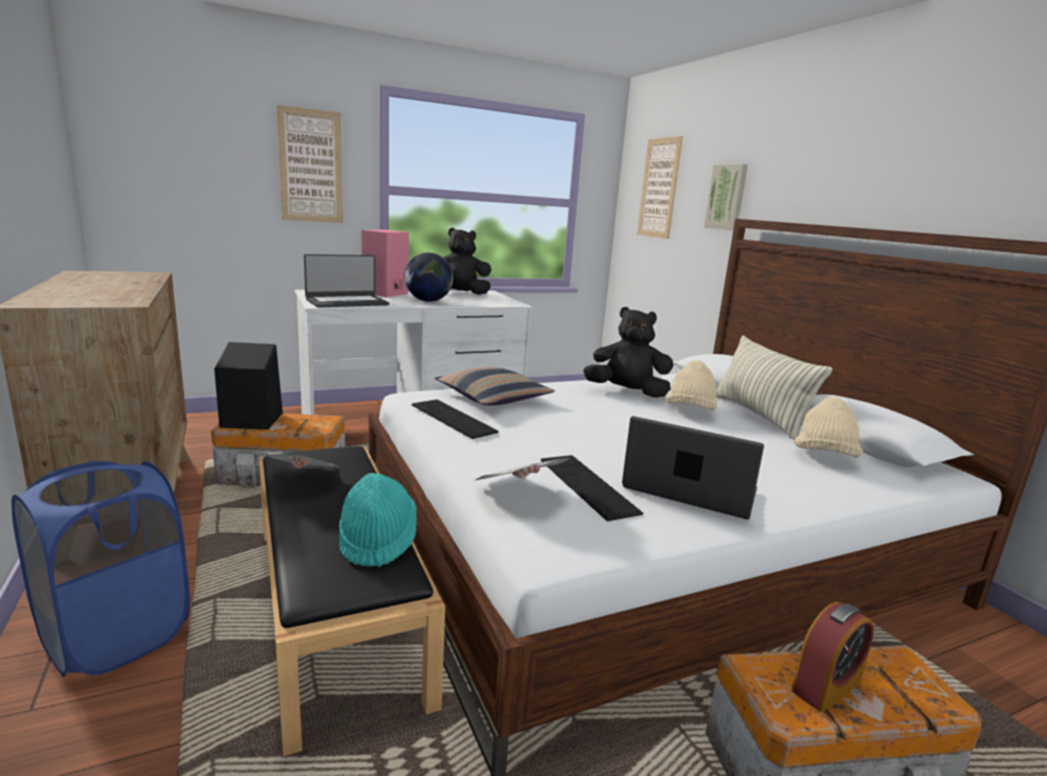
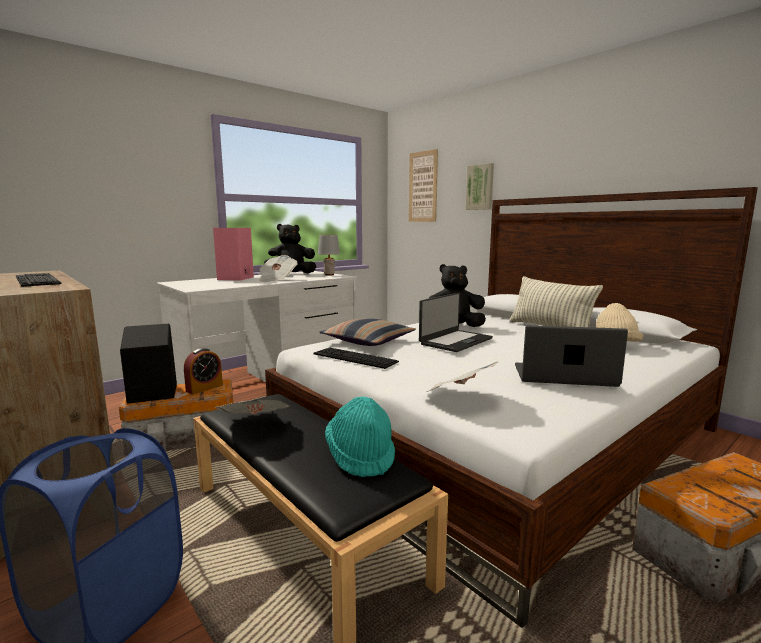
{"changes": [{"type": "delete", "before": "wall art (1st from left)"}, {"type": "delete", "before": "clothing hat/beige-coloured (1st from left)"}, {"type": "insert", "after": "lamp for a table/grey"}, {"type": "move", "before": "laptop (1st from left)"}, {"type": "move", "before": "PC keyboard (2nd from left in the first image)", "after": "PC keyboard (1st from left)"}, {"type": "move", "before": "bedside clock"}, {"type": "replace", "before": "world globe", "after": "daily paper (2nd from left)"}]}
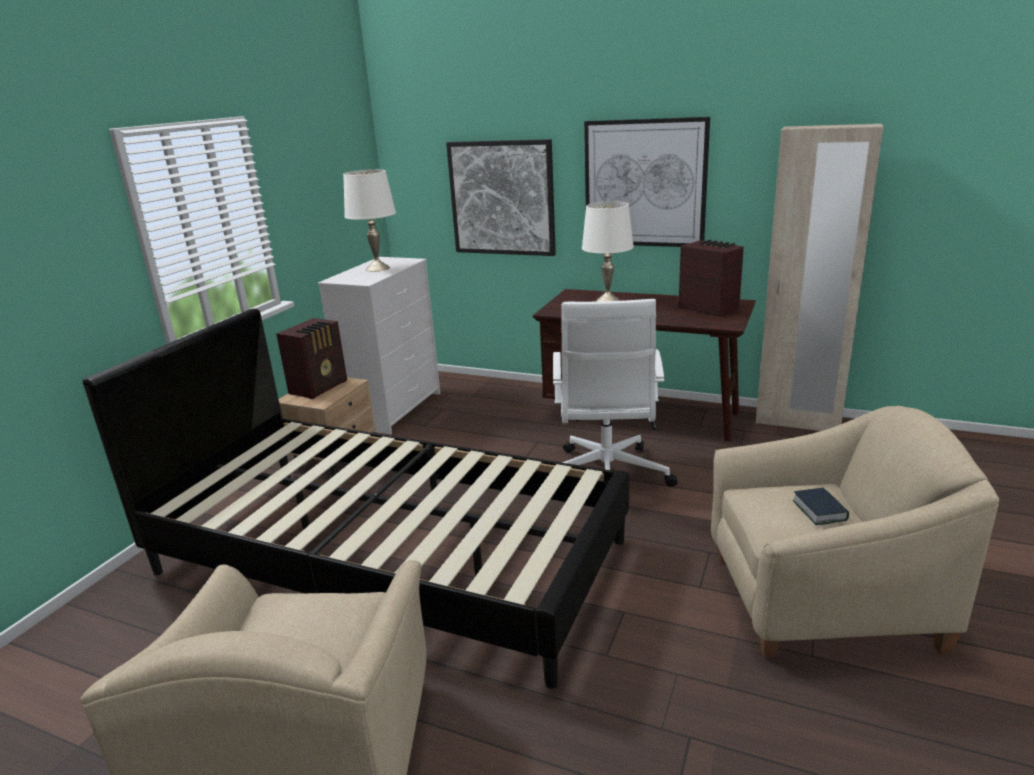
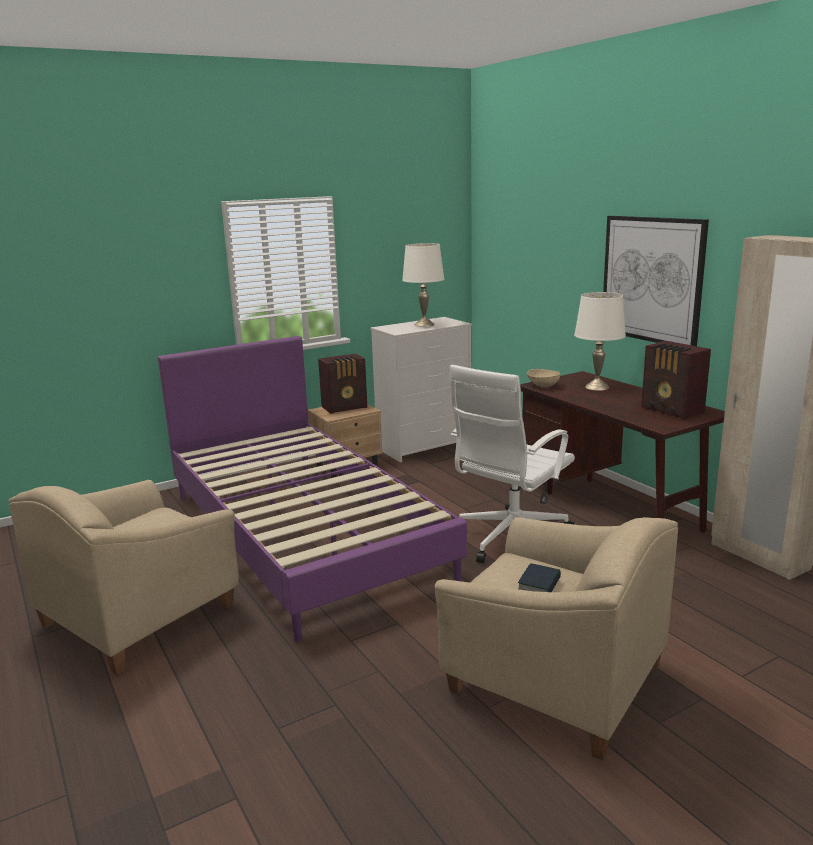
{"changes": [{"type": "delete", "before": "wall art (1st from left)"}, {"type": "insert", "after": "deep dish/beige-coloured"}, {"type": "recolor", "before": "bed/black-coloured", "after": "bed/purplish"}, {"type": "rotate", "before": "radio set (2nd from left)", "turn": 150}]}
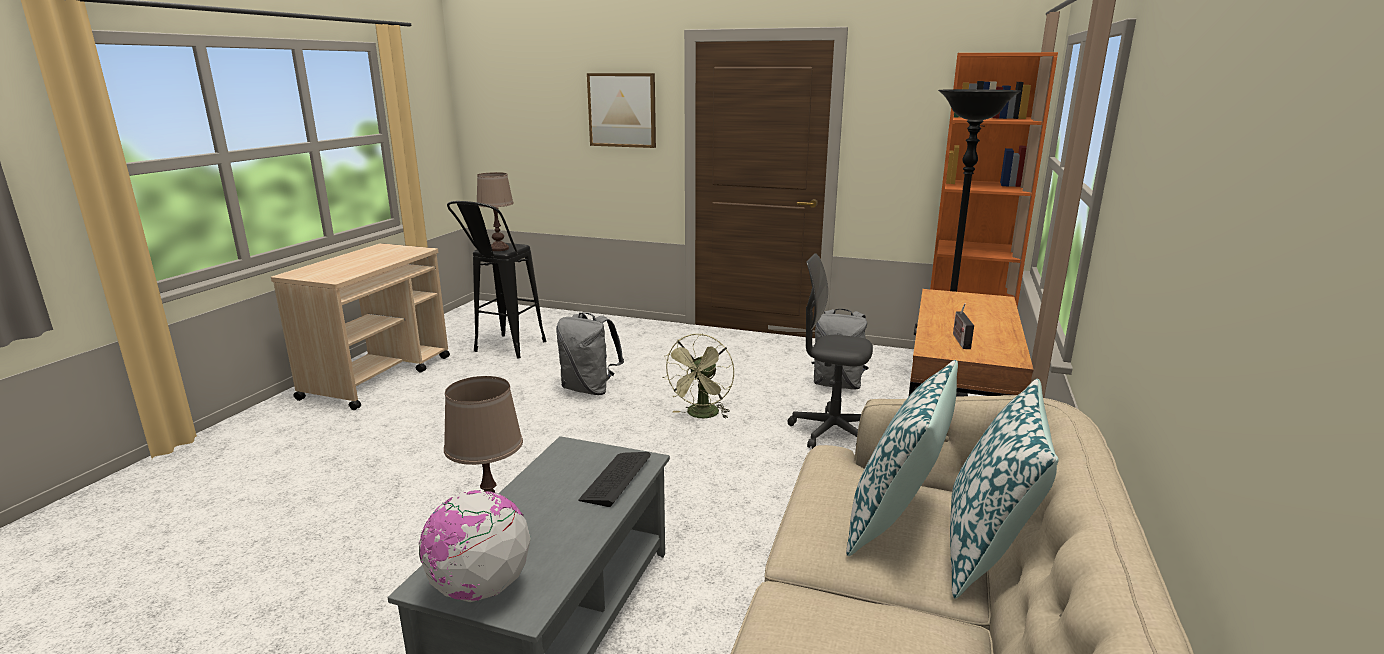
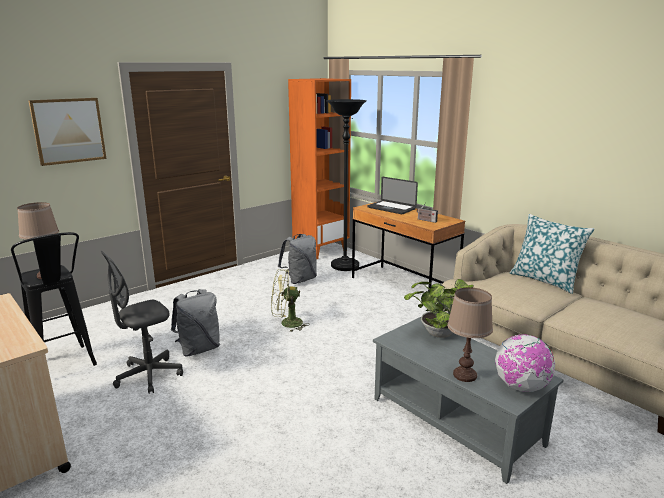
{"changes": [{"type": "delete", "before": "throw pillow (1st from left)"}, {"type": "insert", "after": "laptop"}, {"type": "move", "before": "office chair/grey"}, {"type": "replace", "before": "PC keyboard", "after": "potted plant"}, {"type": "rotate", "before": "cooling fan/green", "turn": 120}]}
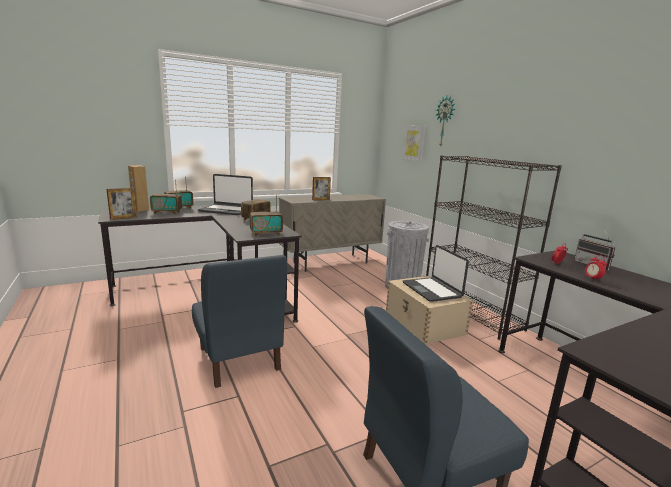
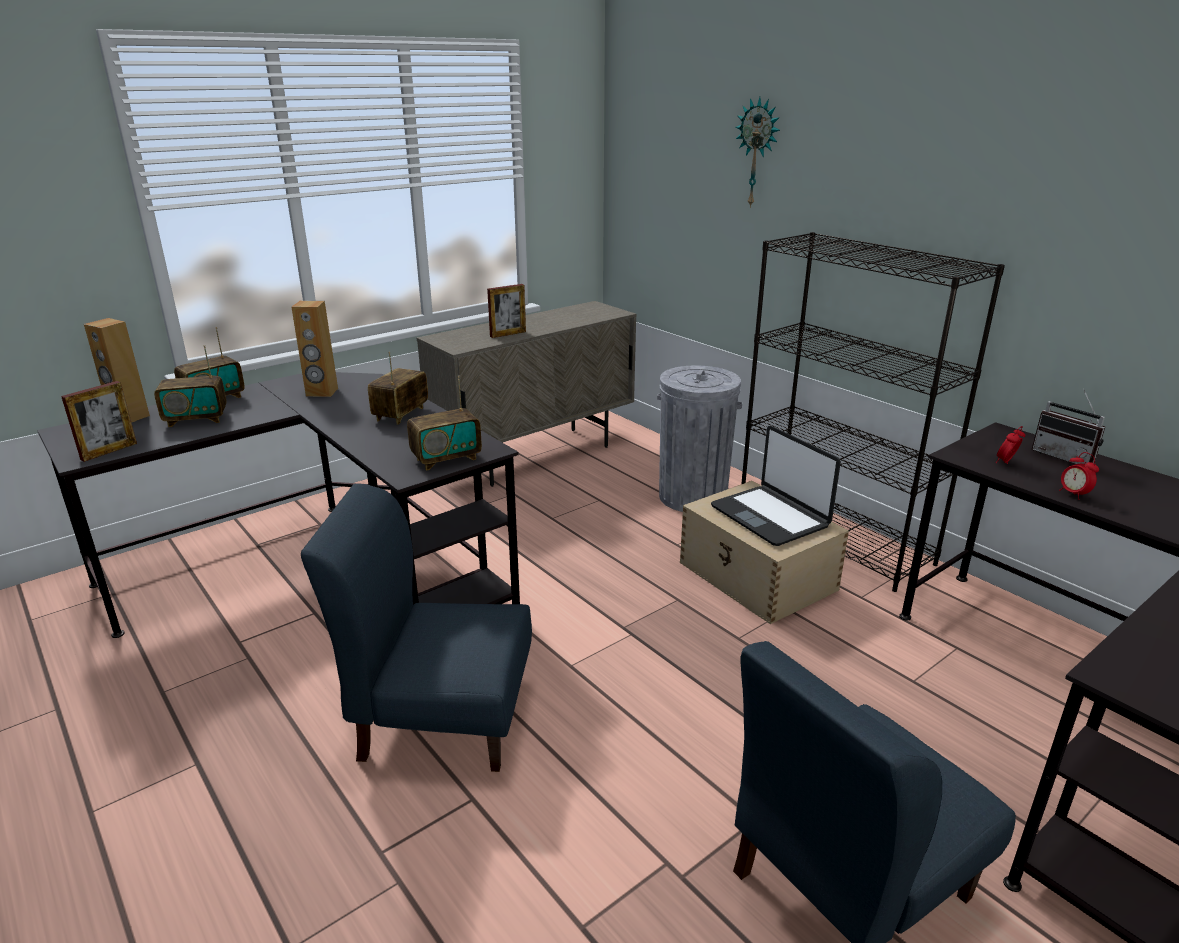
{"changes": [{"type": "delete", "before": "wall art"}, {"type": "replace", "before": "laptop (1st from left)", "after": "loudspeaker/brown (2nd from left)"}, {"type": "rotate", "before": "chair/blue (1st from left)", "turn": 135}]}
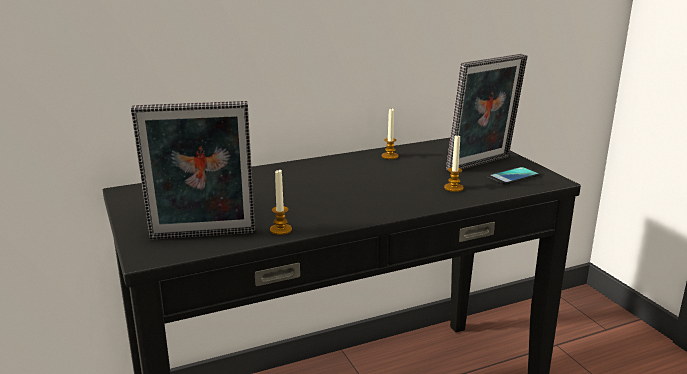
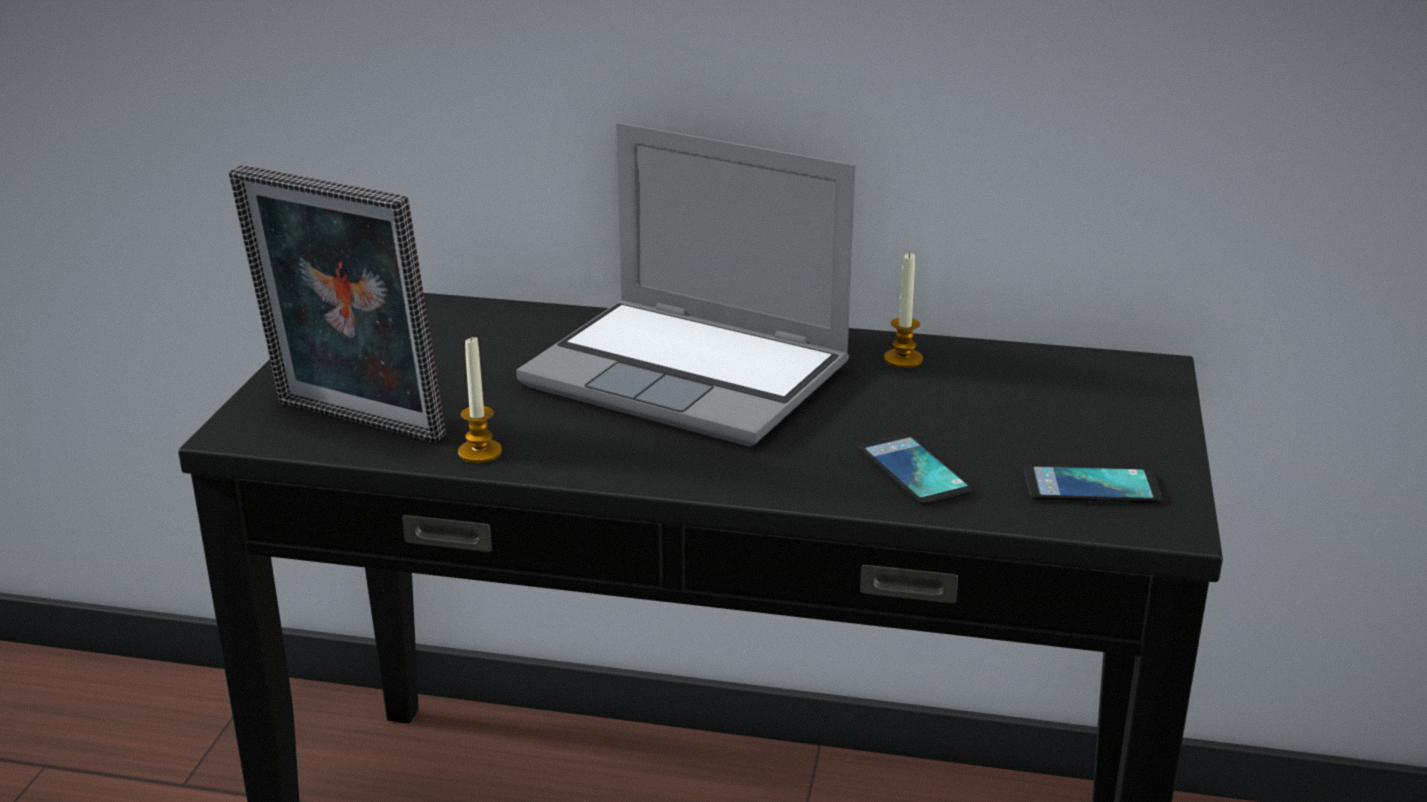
{"changes": [{"type": "delete", "before": "picture frame (2nd from left)"}, {"type": "insert", "after": "laptop"}, {"type": "replace", "before": "wax light (3rd from left)", "after": "phone (1st from left)"}]}
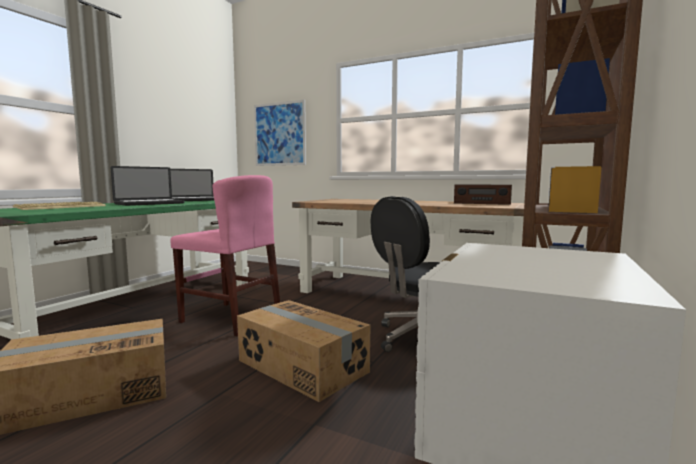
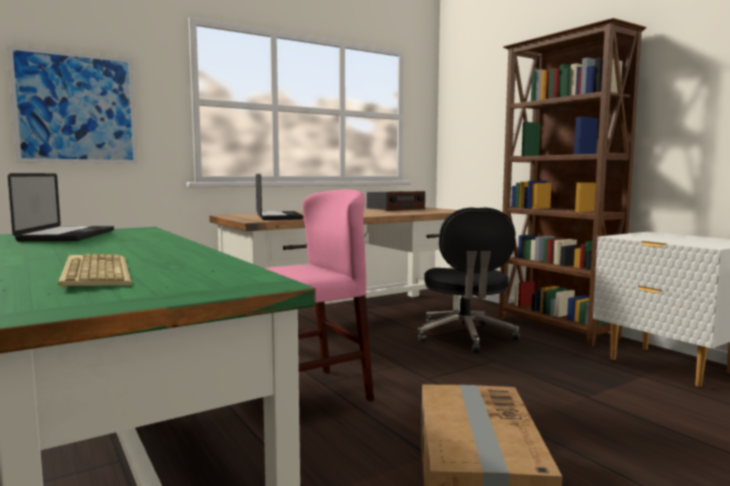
{"changes": [{"type": "delete", "before": "carton (2nd from left)"}, {"type": "move", "before": "laptop (1st from left in the first image)", "after": "laptop (2nd from left)"}]}
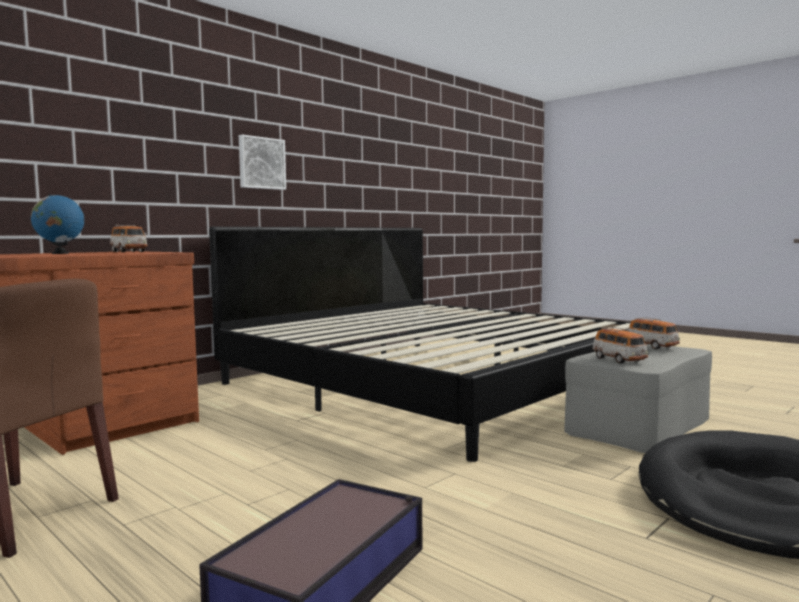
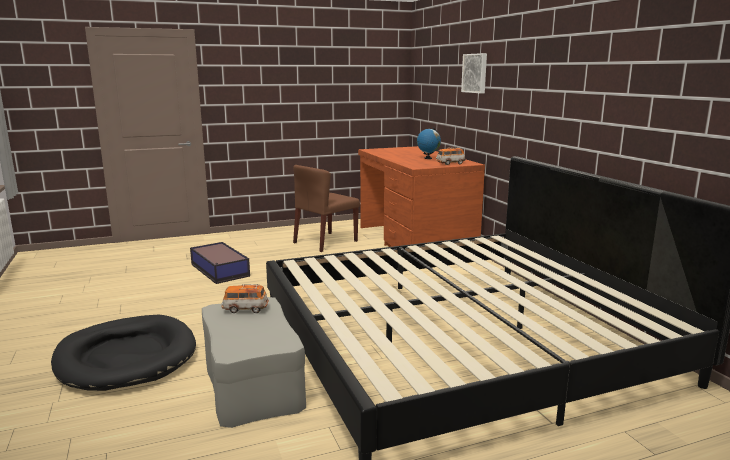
{"changes": [{"type": "delete", "before": "toy car (3rd from left)"}, {"type": "move", "before": "wall art"}]}
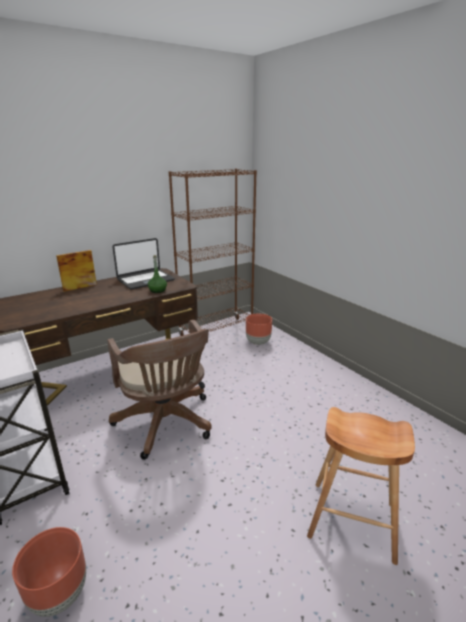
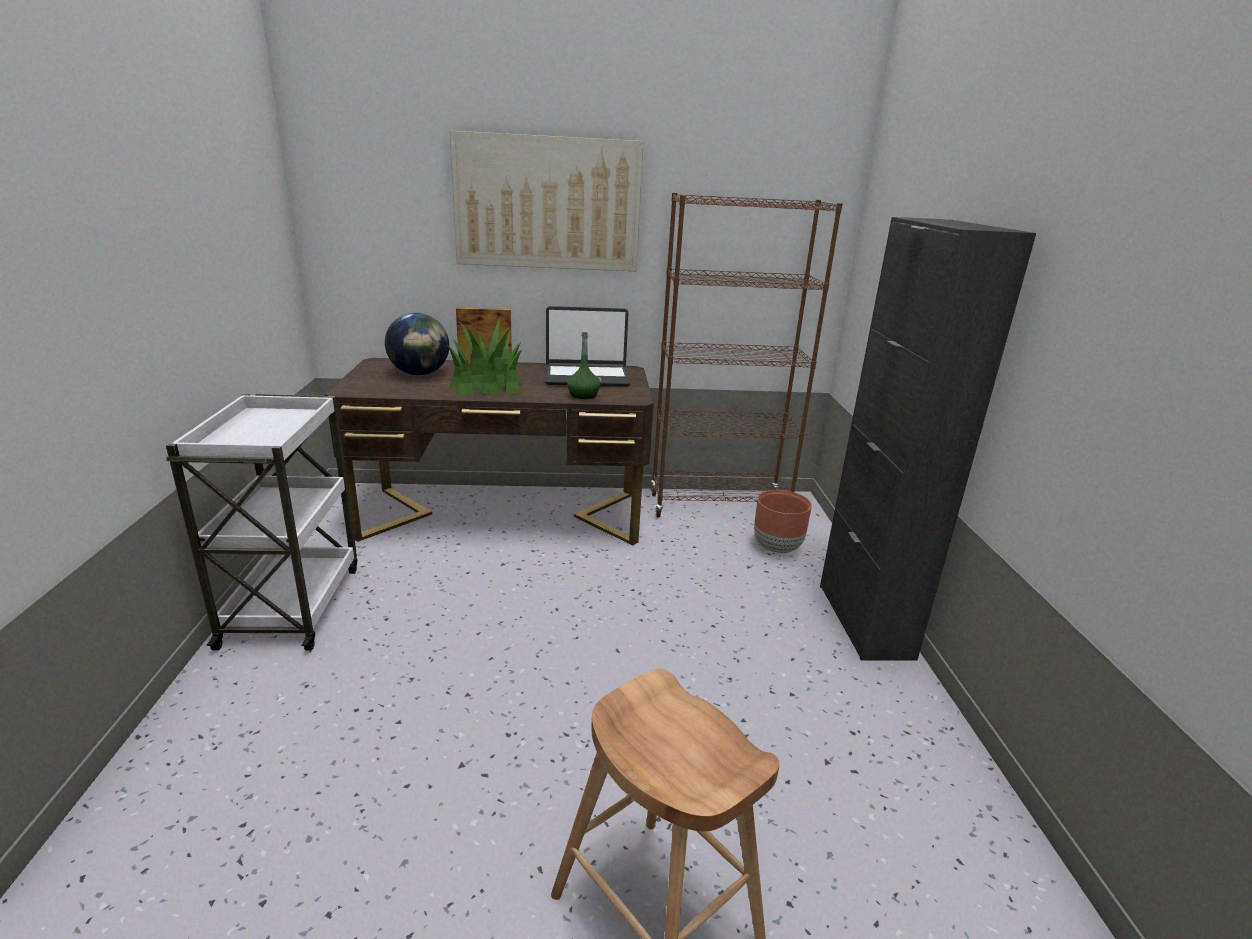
{"changes": [{"type": "delete", "before": "flower pot/brown (1st from left)"}, {"type": "delete", "before": "office chair/brown"}, {"type": "insert", "after": "world globe"}, {"type": "insert", "after": "potted plant"}, {"type": "insert", "after": "wall art"}, {"type": "insert", "after": "cupboard/black-coloured"}]}
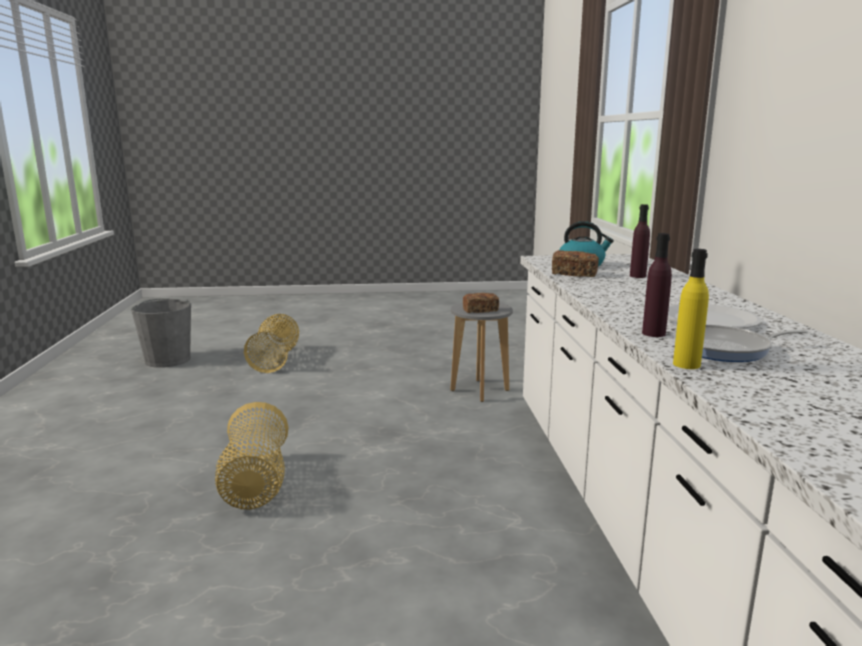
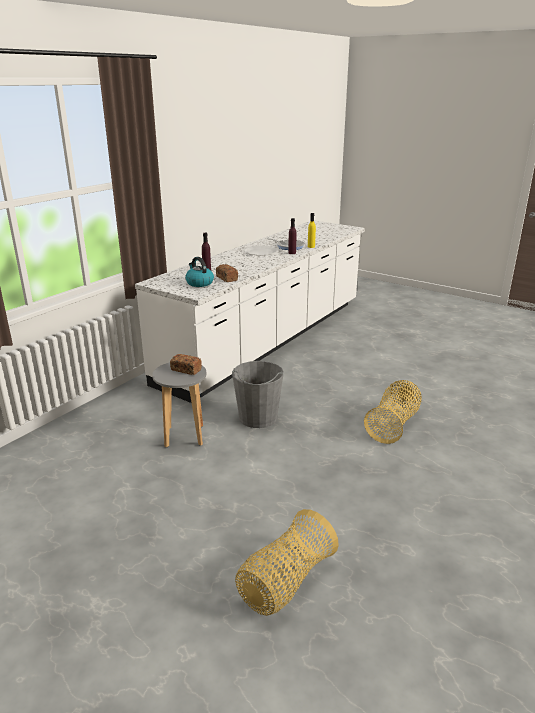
{"changes": [{"type": "move", "before": "water bucket/grey"}]}
